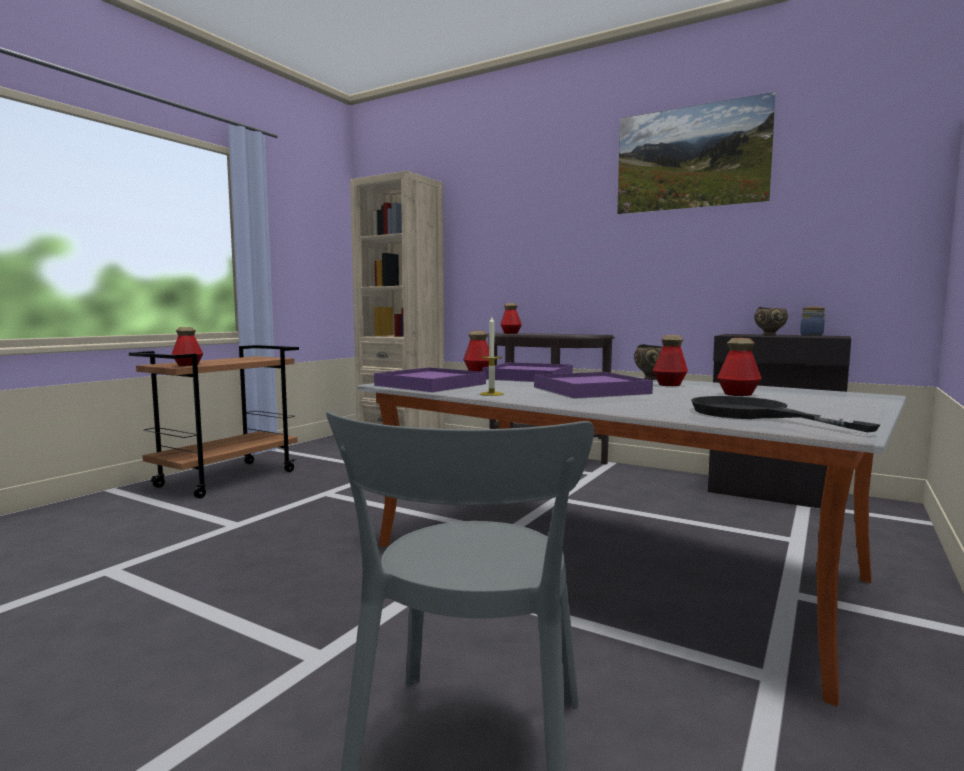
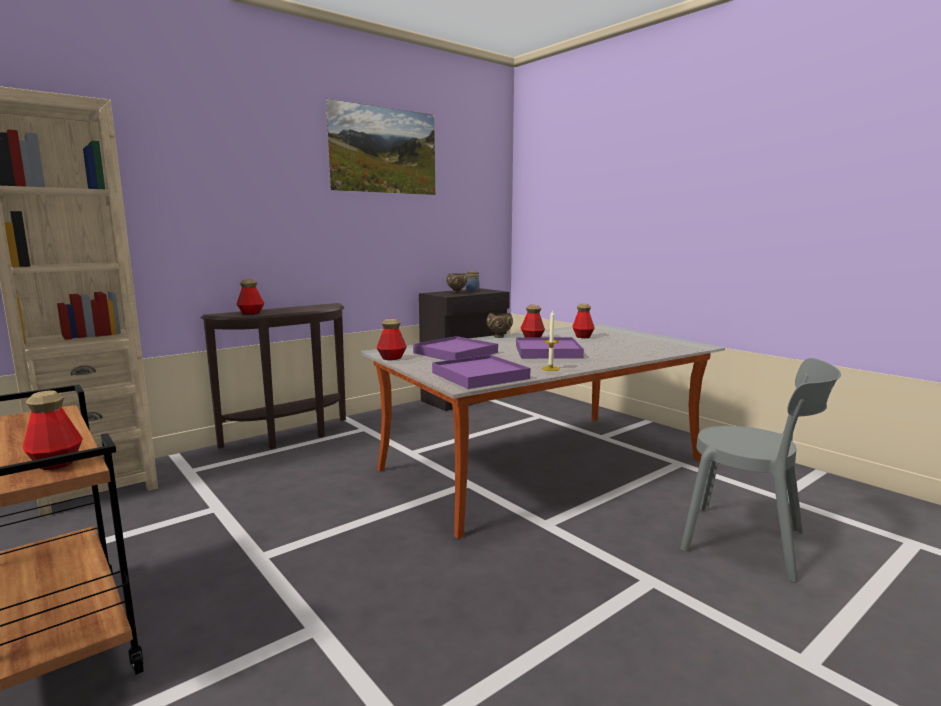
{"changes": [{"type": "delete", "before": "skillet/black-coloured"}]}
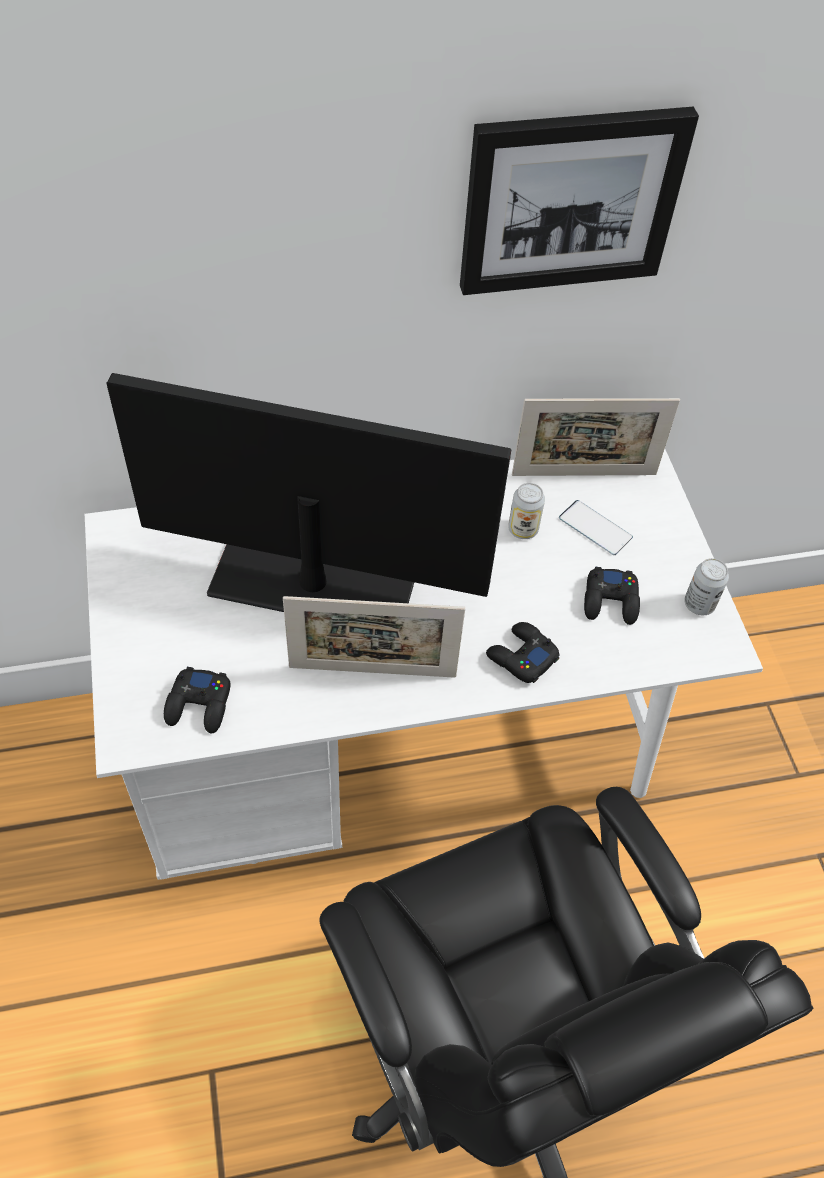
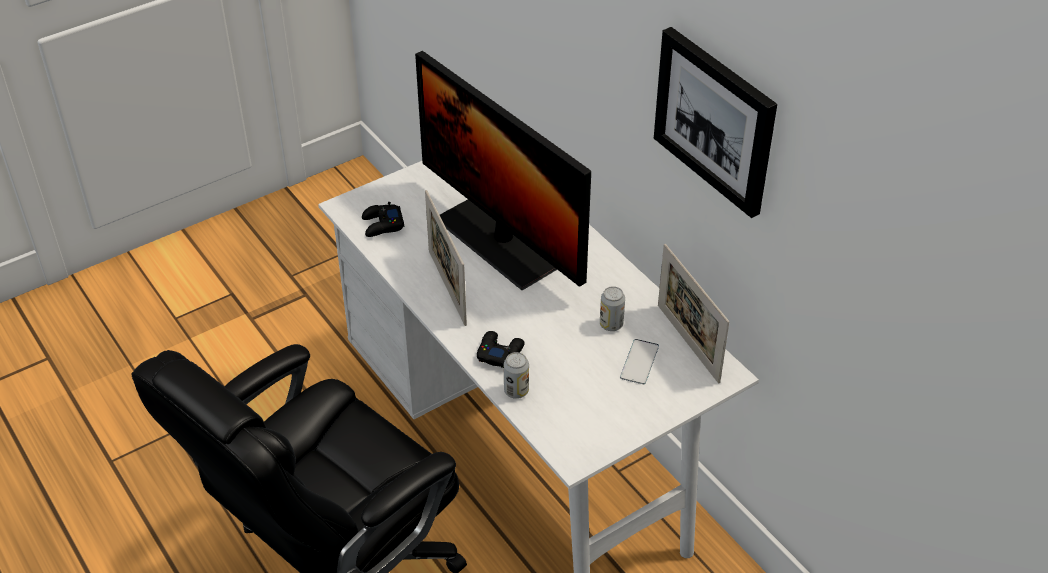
{"changes": [{"type": "delete", "before": "game controller/black-coloured (3rd from left)"}, {"type": "move", "before": "sealed can (2nd from left in the first image)", "after": "sealed can (1st from left)"}, {"type": "rotate", "before": "monitor", "turn": 150}]}
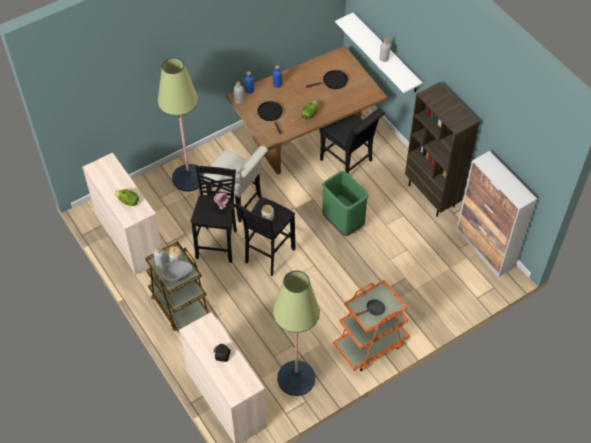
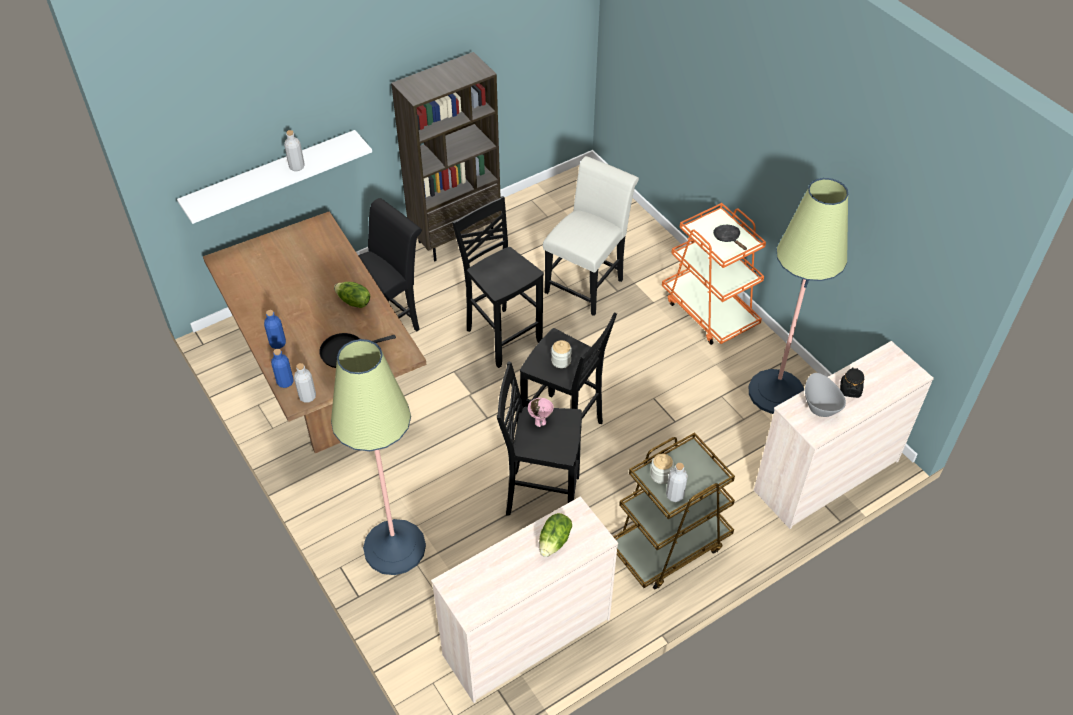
{"changes": [{"type": "delete", "before": "skillet/black-coloured (2nd from left)"}, {"type": "delete", "before": "cupboard"}, {"type": "move", "before": "deep dish/grey"}, {"type": "move", "before": "chair/white-coloured"}, {"type": "replace", "before": "waste bin/green", "after": "stool seat/black-coloured (1st from left)"}]}
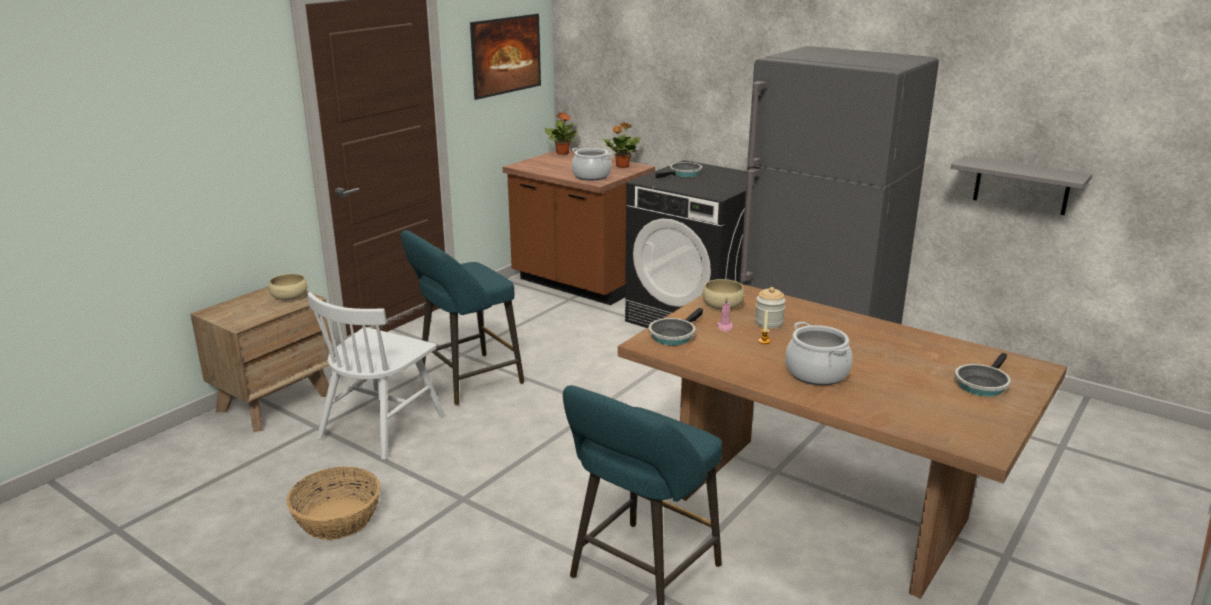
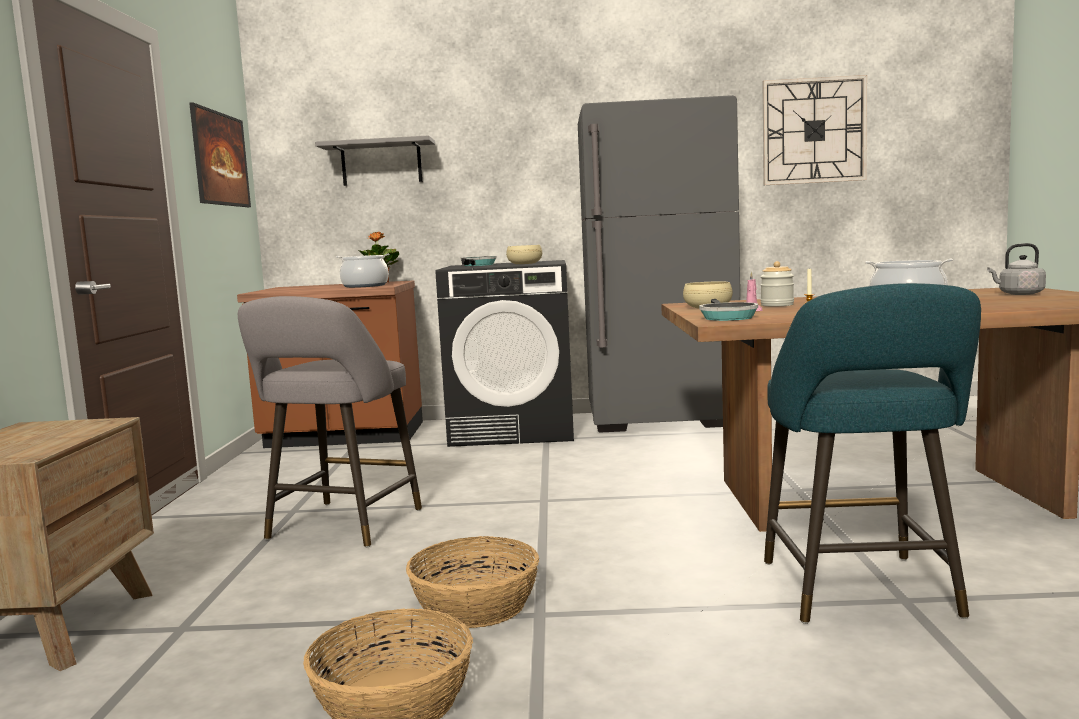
{"changes": [{"type": "delete", "before": "chair/white-coloured"}, {"type": "delete", "before": "potted plant (1st from left)"}, {"type": "insert", "after": "basket (2nd from left)"}, {"type": "insert", "after": "clock on the wall"}, {"type": "move", "before": "deep dish/beige-coloured (1st from left)"}, {"type": "move", "before": "shelf/grey"}, {"type": "replace", "before": "skillet (3rd from left)", "after": "tea kettle/grey"}, {"type": "recolor", "before": "stool seat/turquoise-coloured (1st from left)", "after": "stool seat/grey"}]}
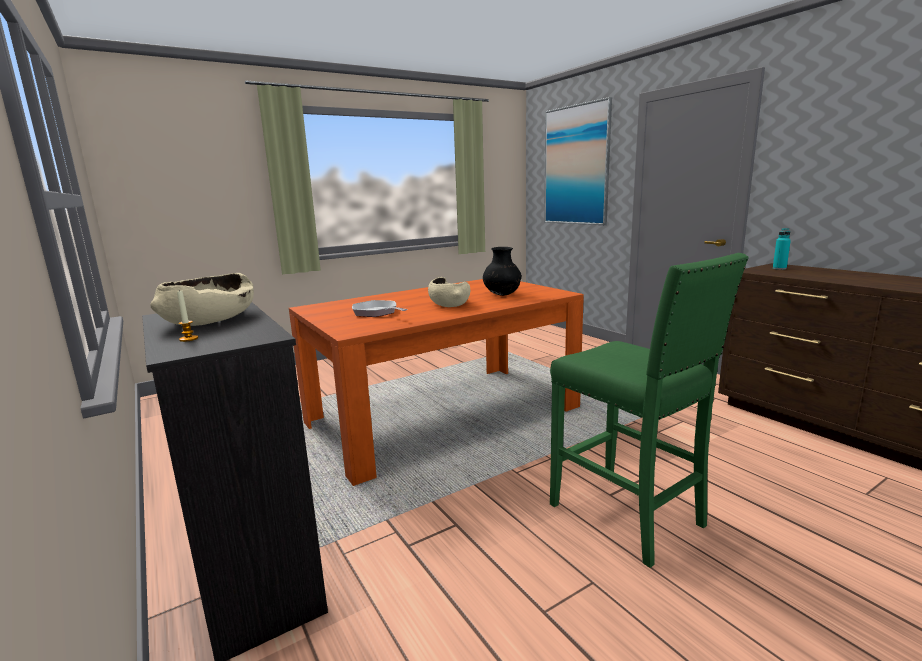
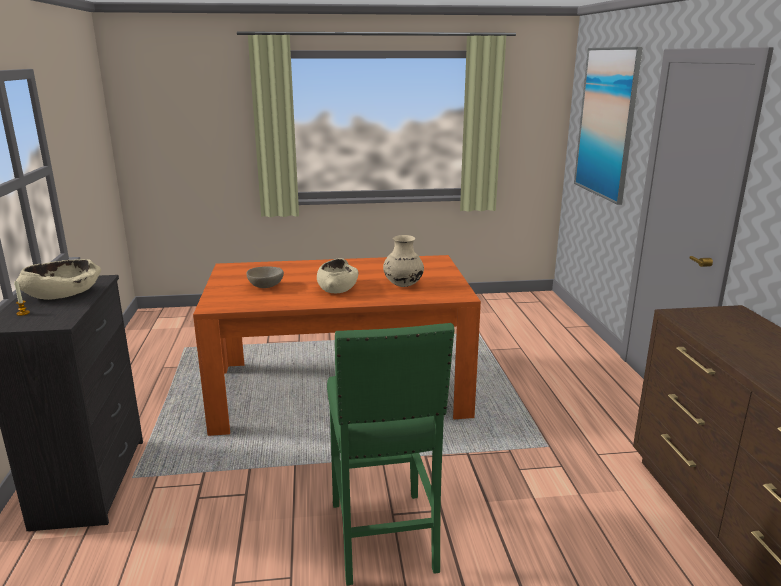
{"changes": [{"type": "delete", "before": "bottle/turquoise-coloured"}, {"type": "replace", "before": "skillet", "after": "deep dish/beige-coloured (2nd from left)"}, {"type": "recolor", "before": "vase/black-coloured", "after": "vase/beige-coloured"}]}
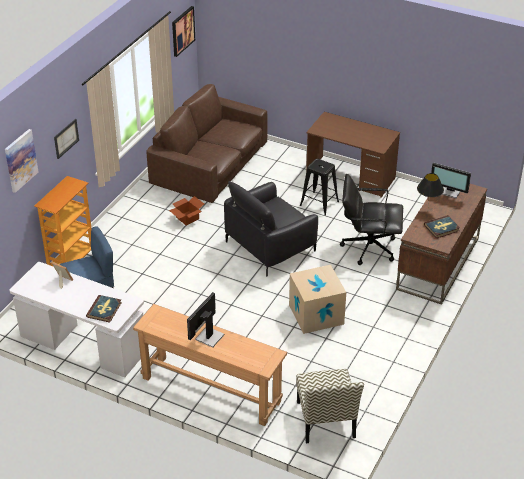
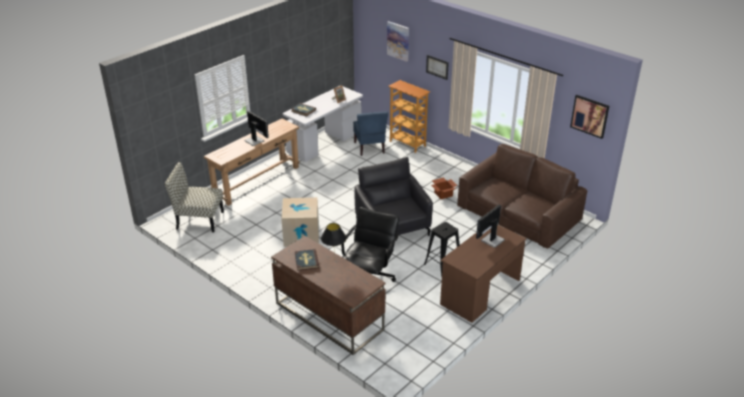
{"changes": [{"type": "move", "before": "monitor (2nd from left)"}]}
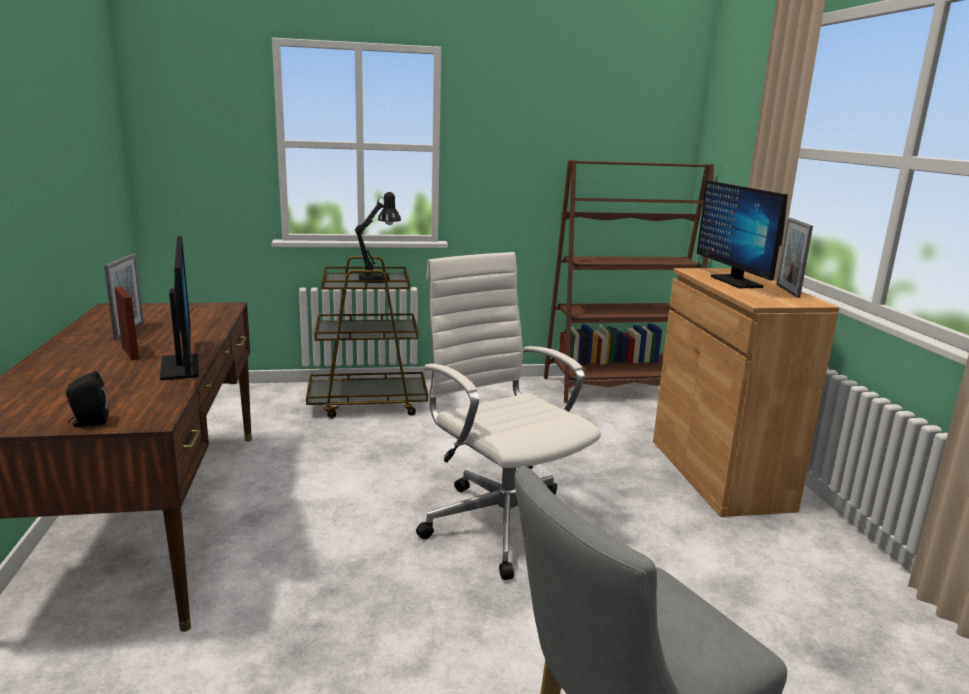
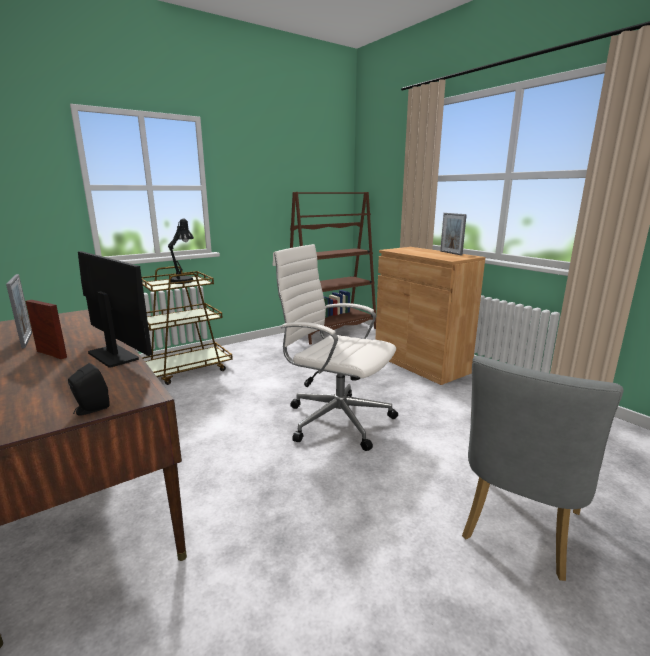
{"changes": [{"type": "delete", "before": "monitor (2nd from left)"}]}
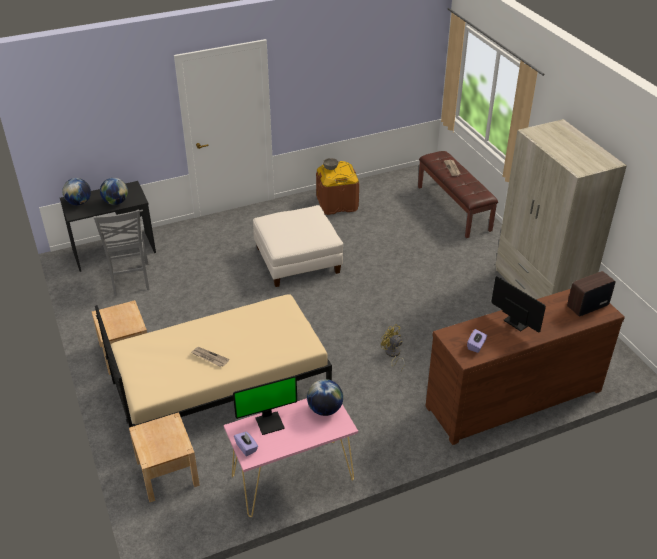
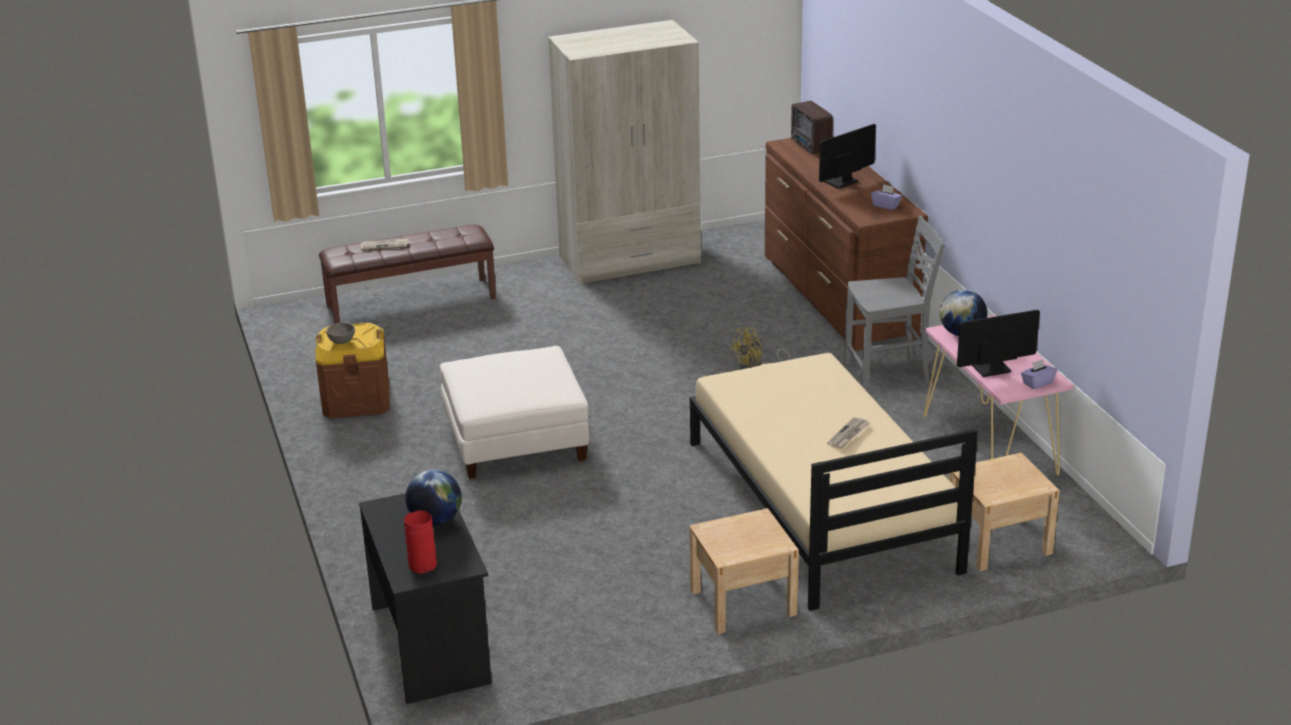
{"changes": [{"type": "move", "before": "chair/grey"}, {"type": "replace", "before": "world globe (1st from left)", "after": "vase/red-coloured"}, {"type": "rotate", "before": "monitor (1st from left in the first image)", "turn": -90}]}
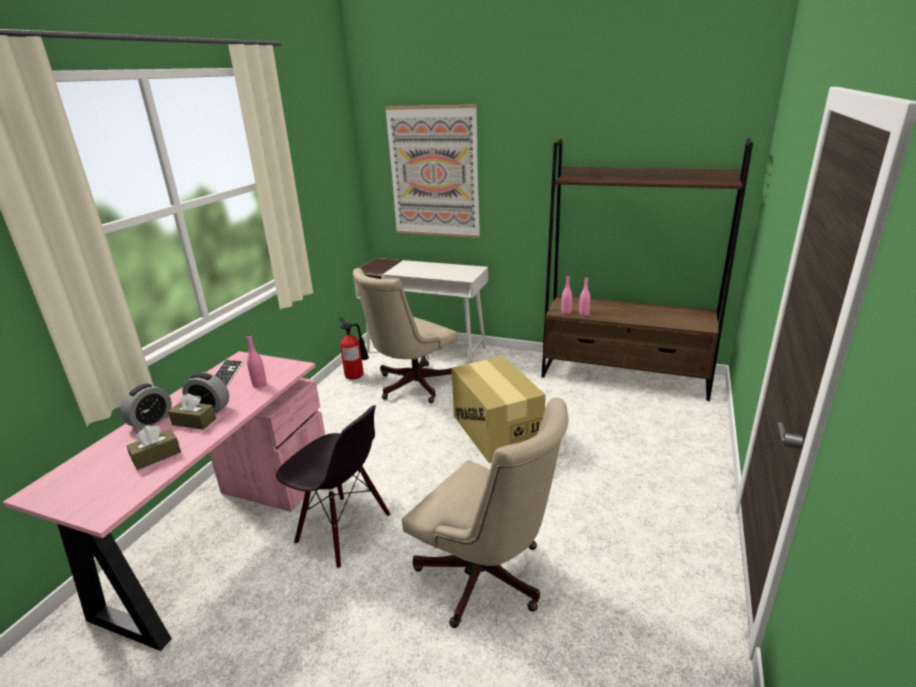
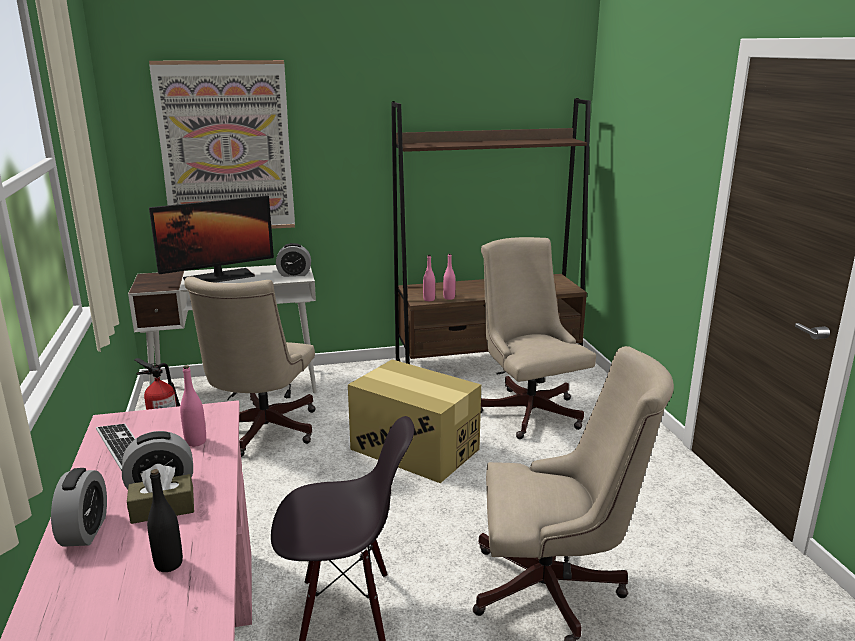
{"changes": [{"type": "insert", "after": "monitor"}, {"type": "insert", "after": "bedside clock (3rd from left)"}, {"type": "insert", "after": "office chair/beige-coloured (2nd from left)"}, {"type": "replace", "before": "tissue box/brown (1st from left)", "after": "bottle/black-coloured"}]}
